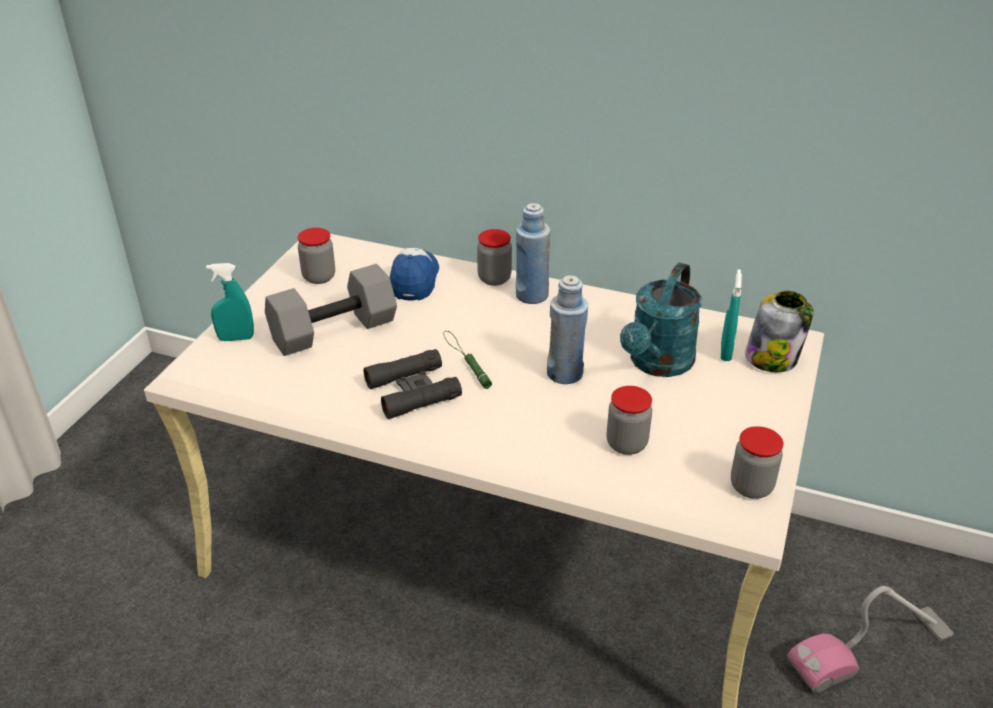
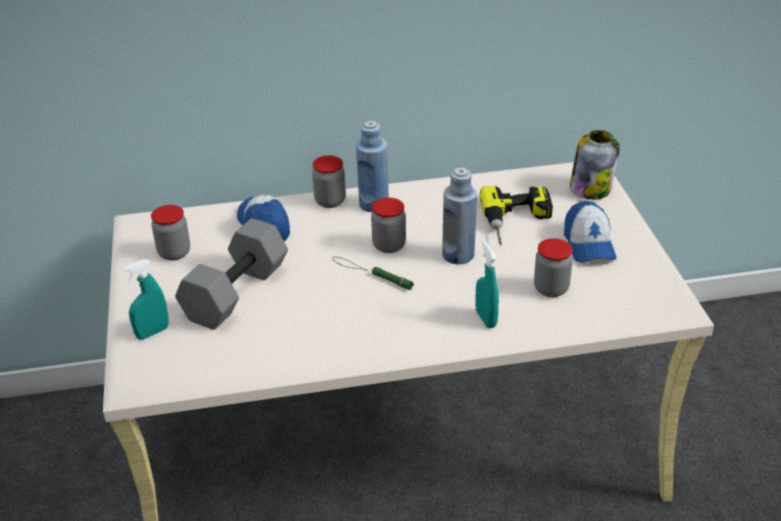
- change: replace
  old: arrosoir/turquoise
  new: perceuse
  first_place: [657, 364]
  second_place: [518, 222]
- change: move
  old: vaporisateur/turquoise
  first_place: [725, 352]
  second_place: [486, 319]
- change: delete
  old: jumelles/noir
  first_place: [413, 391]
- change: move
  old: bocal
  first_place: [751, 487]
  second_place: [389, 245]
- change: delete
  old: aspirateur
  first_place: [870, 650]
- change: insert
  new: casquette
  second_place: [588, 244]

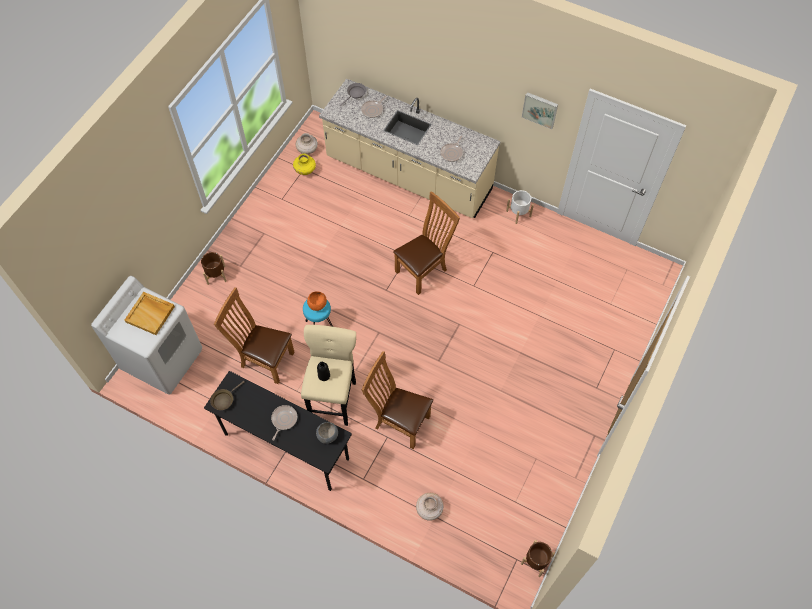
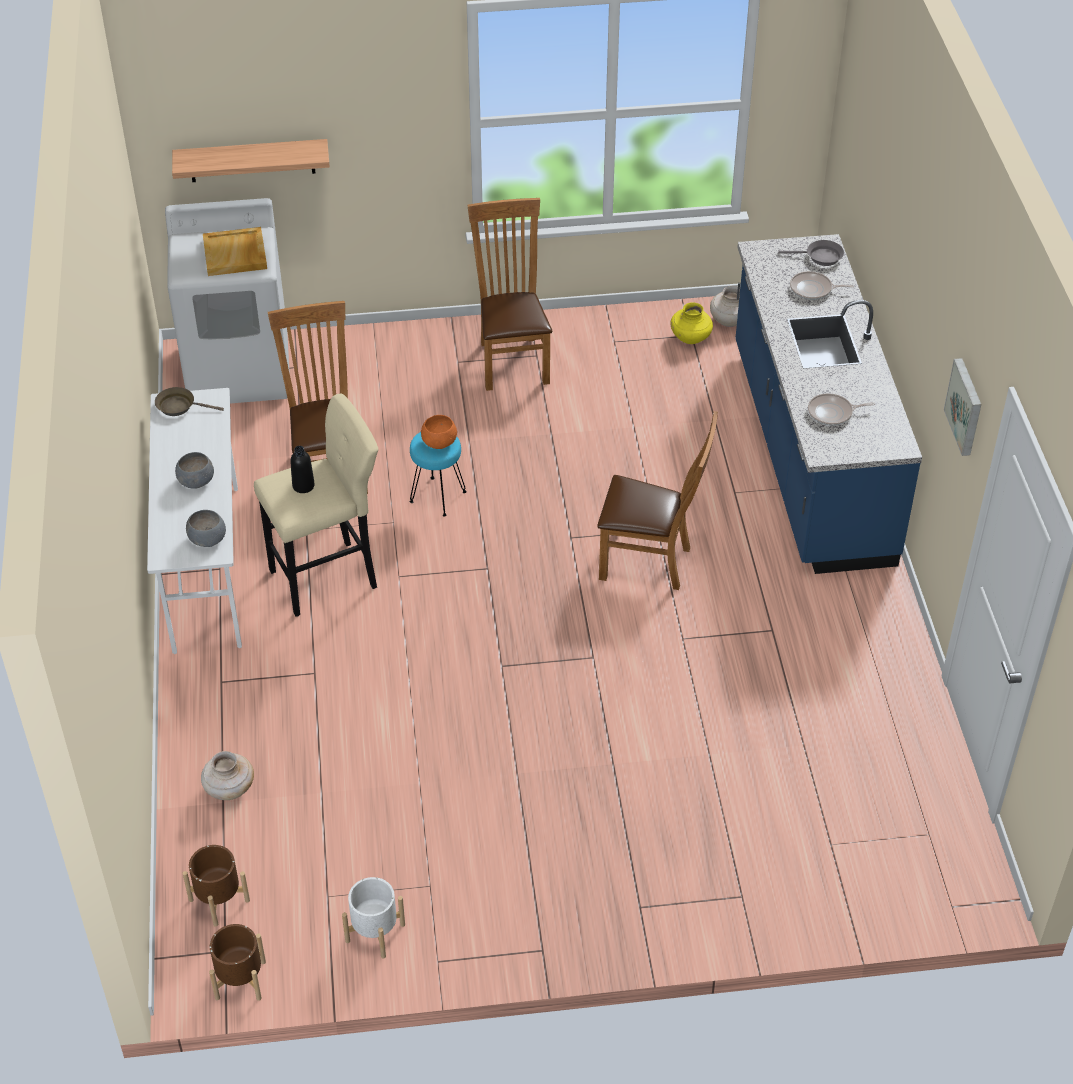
- change: recolor
  old: comptoir de cuisine/beige
  new: comptoir de cuisine/bleu
  first_place: [408, 175]
  second_place: [809, 453]
- change: move
  old: cache-pot/blanc
  first_place: [518, 213]
  second_place: [375, 932]
- change: move
  old: cache-pot/marron
  first_place: [216, 275]
  second_place: [219, 900]
- change: move
  old: chaise/marron
  first_place: [399, 421]
  second_place: [512, 360]
- change: recolor
  old: bureau/noir
  new: bureau/blanc
  first_place: [286, 447]
  second_place: [205, 567]
- change: replace
  old: poêle
  new: bol/gris
  first_place: [283, 420]
  second_place: [195, 481]
- change: insert
  new: étagère
  second_place: [252, 160]

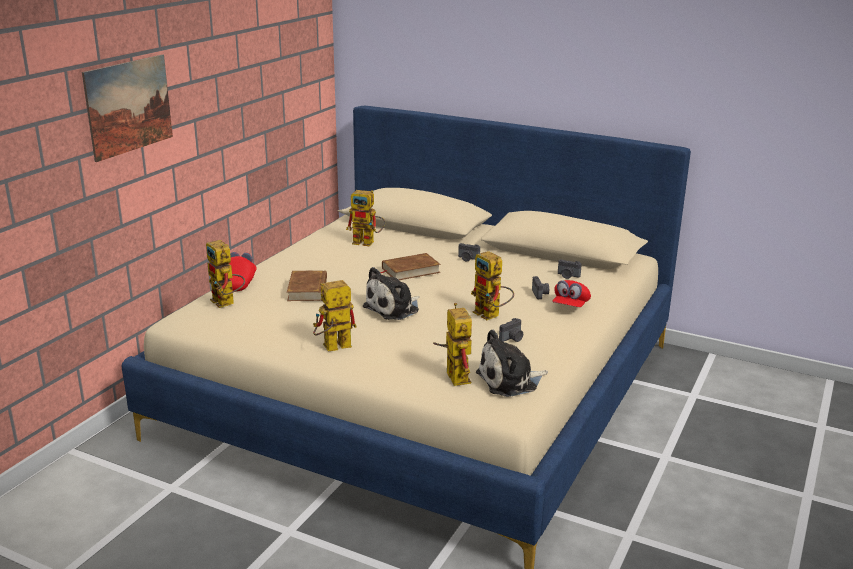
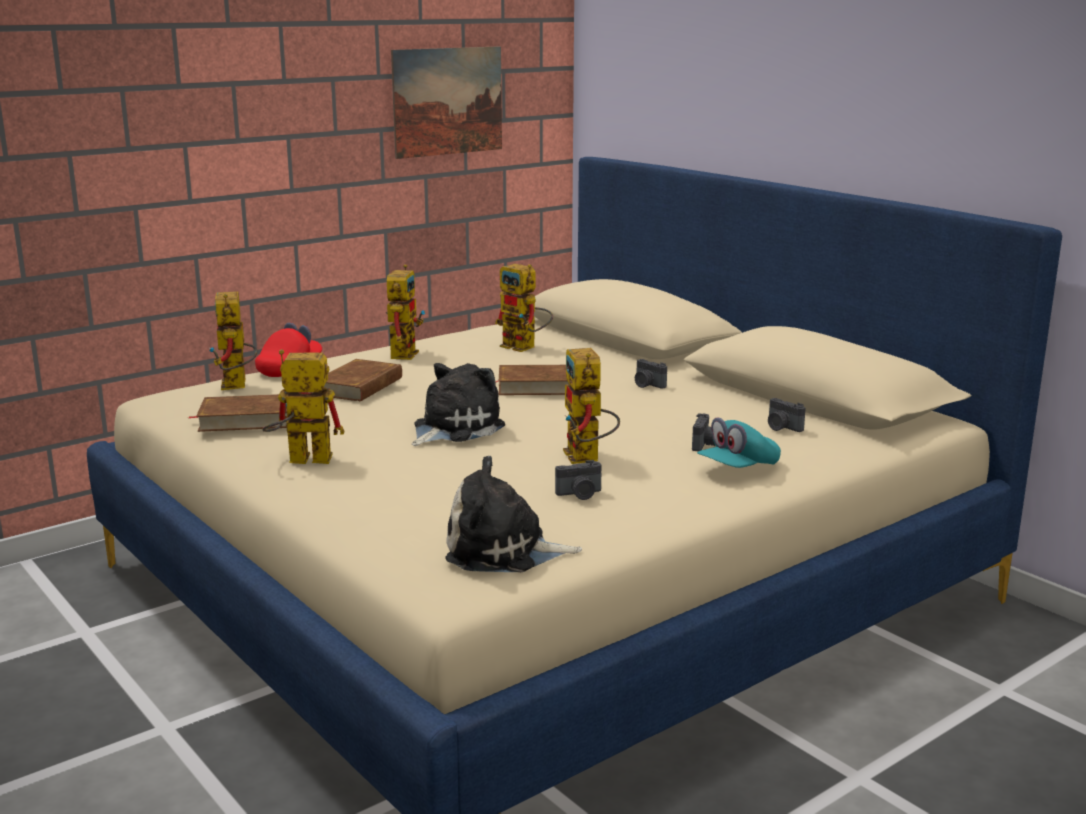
- change: move
  old: tableau
  first_place: [129, 106]
  second_place: [448, 101]
- change: rotate
  old: peluche
  first_place: [394, 308]
  second_place: [454, 428]
  degrees: 150
- change: recolor
  old: casquette/rouge
  new: casquette/turquoise
  first_place: [570, 306]
  second_place: [738, 468]
- change: move
  old: robot jouet
  first_place: [453, 375]
  second_place: [403, 352]
- change: insert
  new: livre/marron
  second_place: [245, 419]

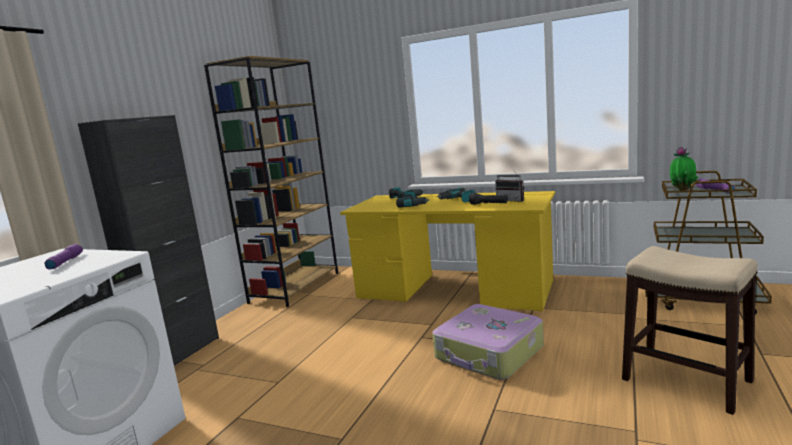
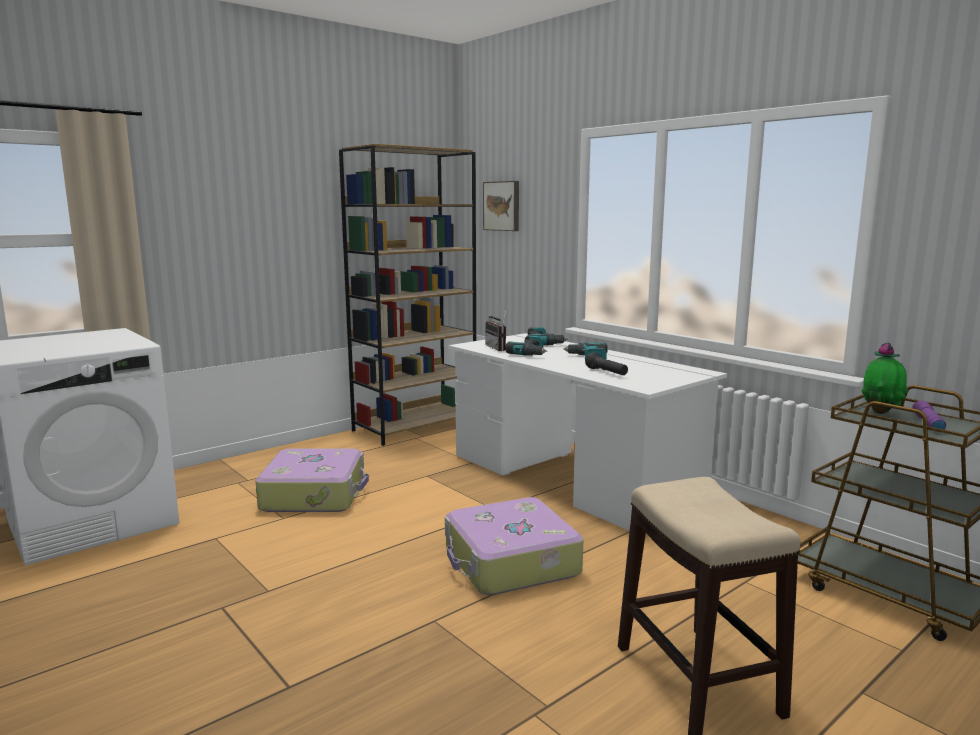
- change: delete
  old: meuble de rangement/noir
  first_place: [180, 353]
- change: move
  old: radio
  first_place: [512, 200]
  second_place: [499, 348]
- change: recolor
  old: bureau/jaune
  new: bureau/blanc
  first_place: [454, 291]
  second_place: [572, 479]
- change: delete
  old: lampe de poche/violet
  first_place: [65, 262]
- change: insert
  new: tableau
  second_place: [502, 206]
- change: insert
  new: valise
  second_place: [315, 494]

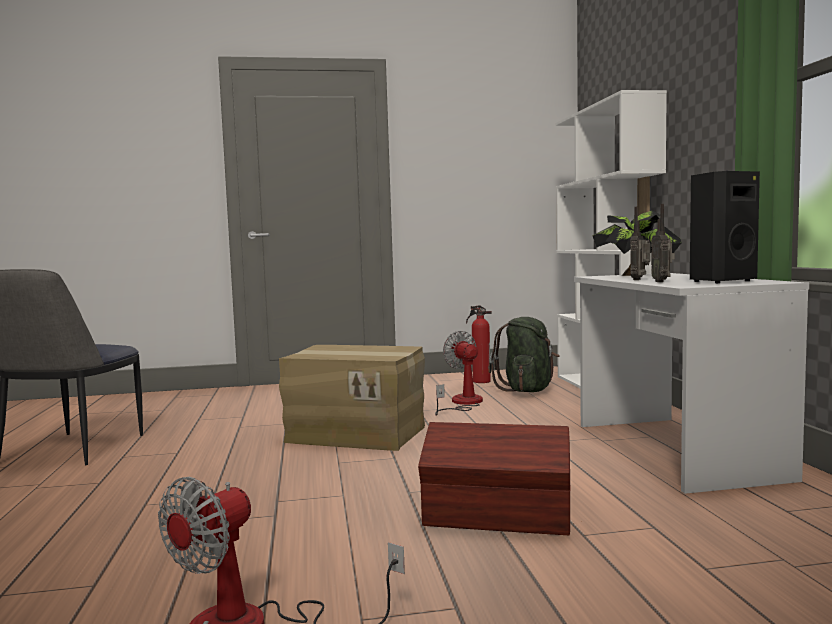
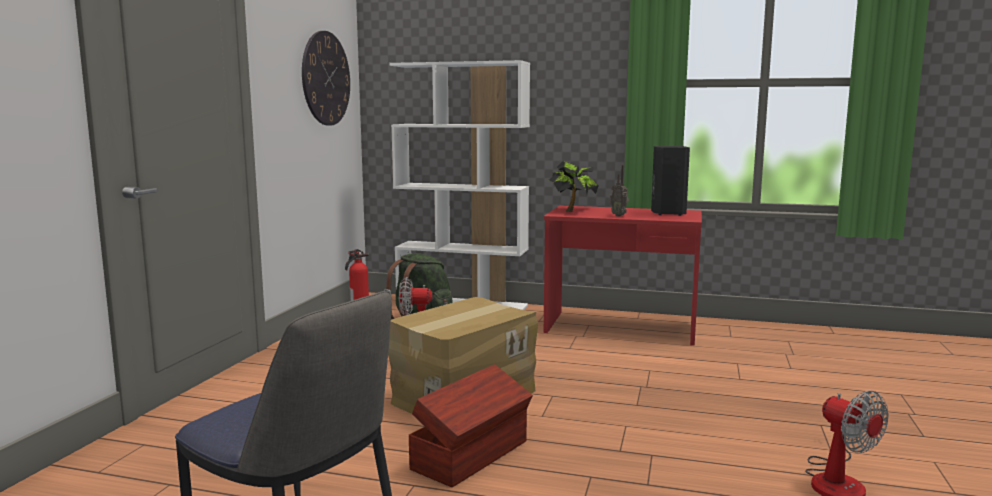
- change: delete
  old: radio
  first_place: [662, 281]
- change: recolor
  old: bureau/blanc
  new: bureau/rouge
  first_place: [672, 450]
  second_place: [620, 328]
- change: move
  old: boîte de rangement/marron
  first_place: [498, 518]
  second_place: [472, 455]
- change: insert
  new: horloge murale
  second_place: [326, 78]

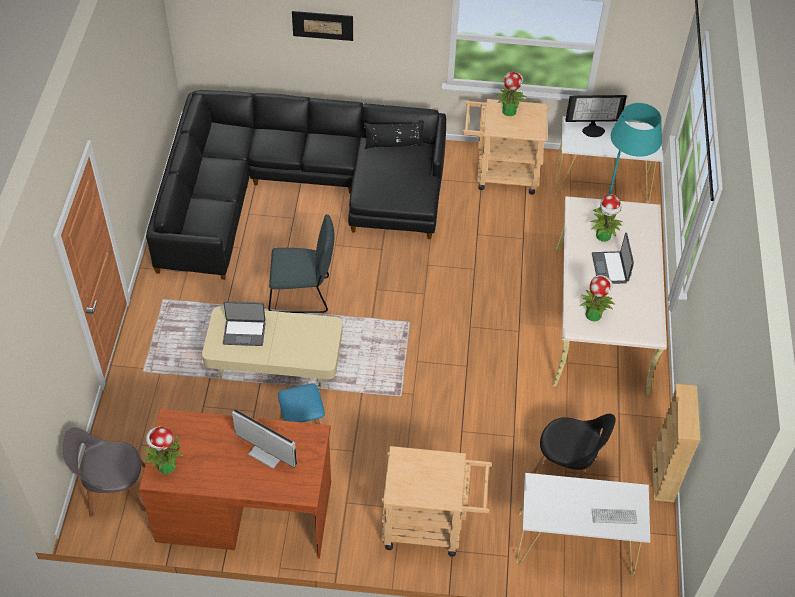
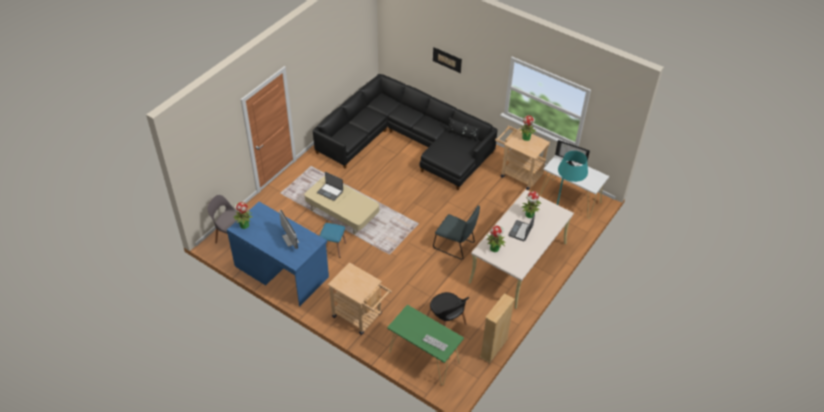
- change: move
  old: chaise/gris
  first_place: [303, 295]
  second_place: [455, 246]
- change: recolor
  old: bureau/marron
  new: bureau/bleu
  first_place: [244, 510]
  second_place: [281, 271]
- change: recolor
  old: table console/blanc
  new: table console/vert
  first_place: [574, 544]
  second_place: [423, 357]

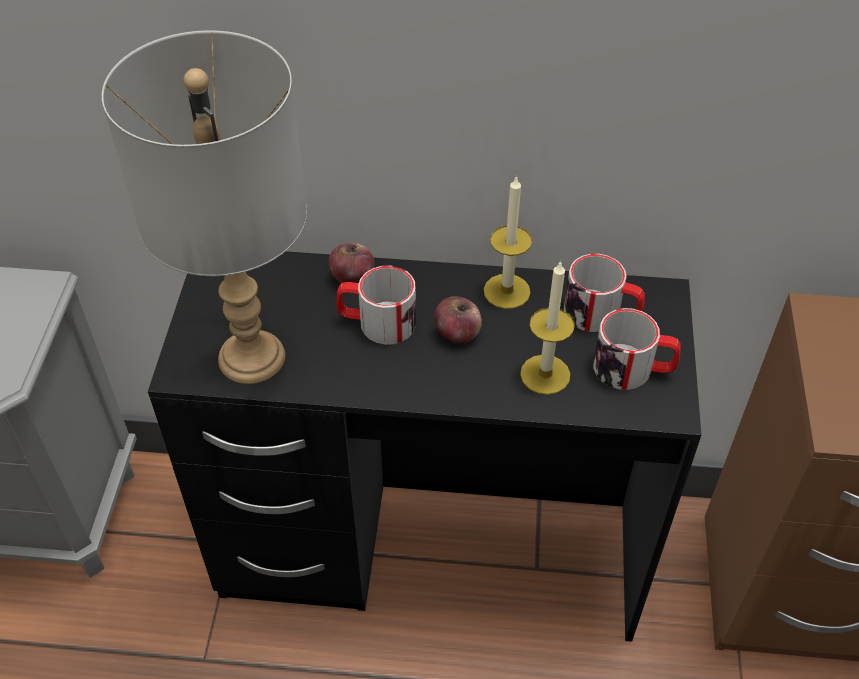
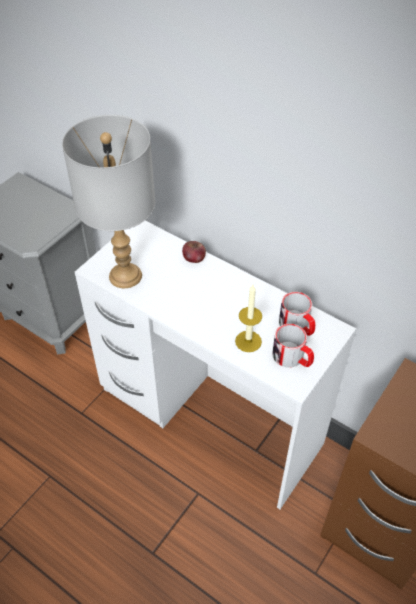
- change: delete
  old: bougie
  first_place: [506, 291]
- change: recolor
  old: bureau/noir
  new: bureau/blanc
  first_place: [431, 550]
  second_place: [210, 416]
- change: delete
  old: mug
  first_place: [377, 322]
- change: delete
  old: pomme
  first_place: [457, 333]

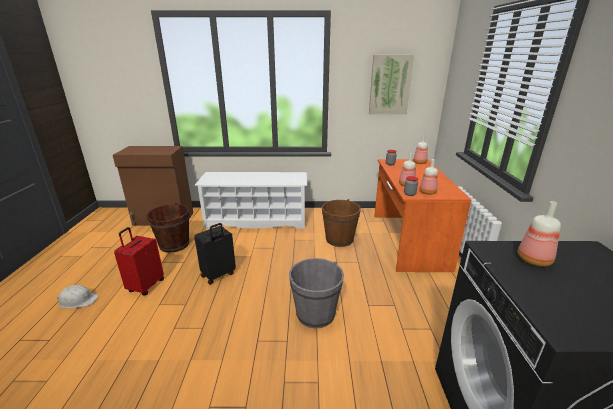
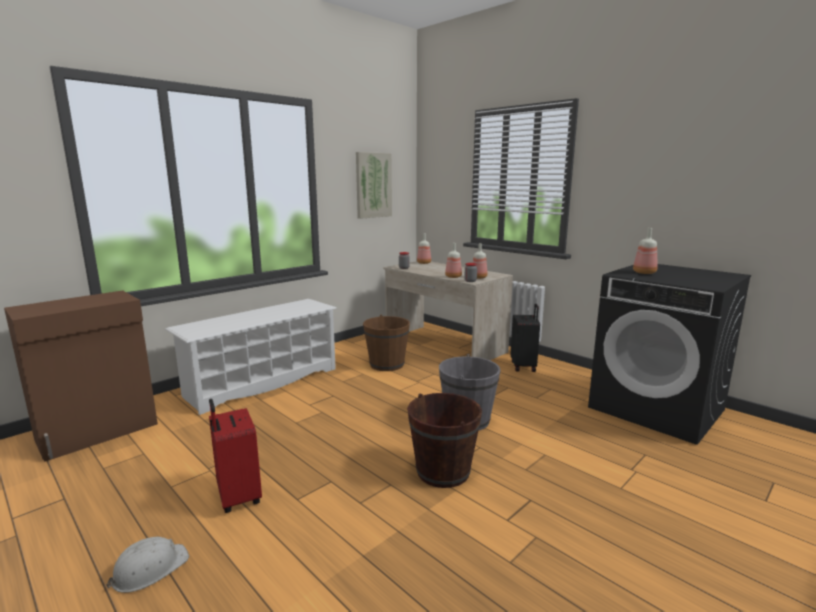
- change: recolor
  old: bureau/orange
  new: bureau/beige
  first_place: [407, 240]
  second_place: [443, 345]
- change: move
  old: seau/marron
  first_place: [174, 244]
  second_place: [443, 471]
- change: move
  old: valise/noir
  first_place: [218, 275]
  second_place: [524, 366]

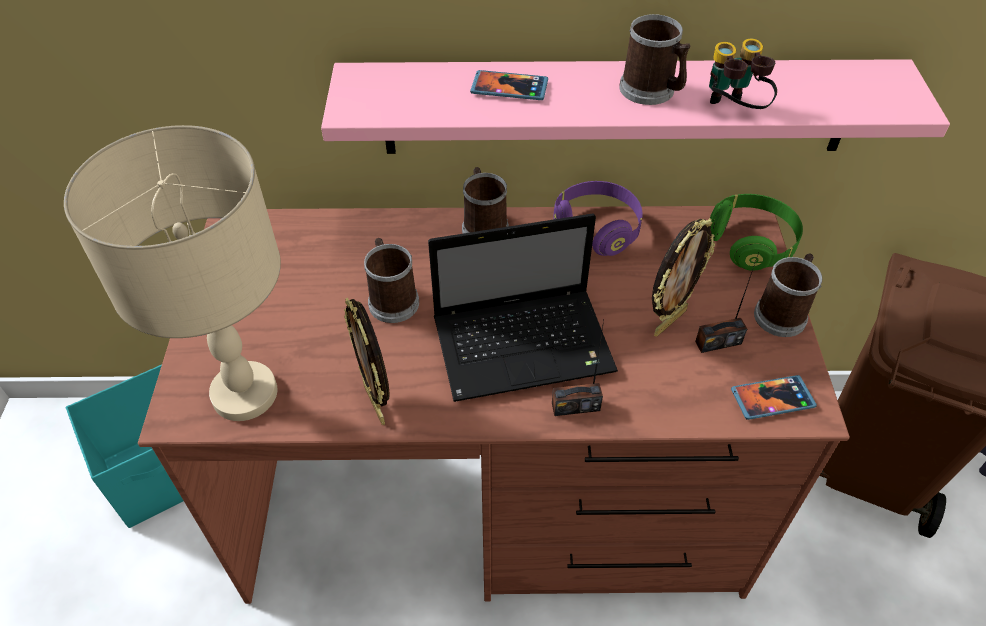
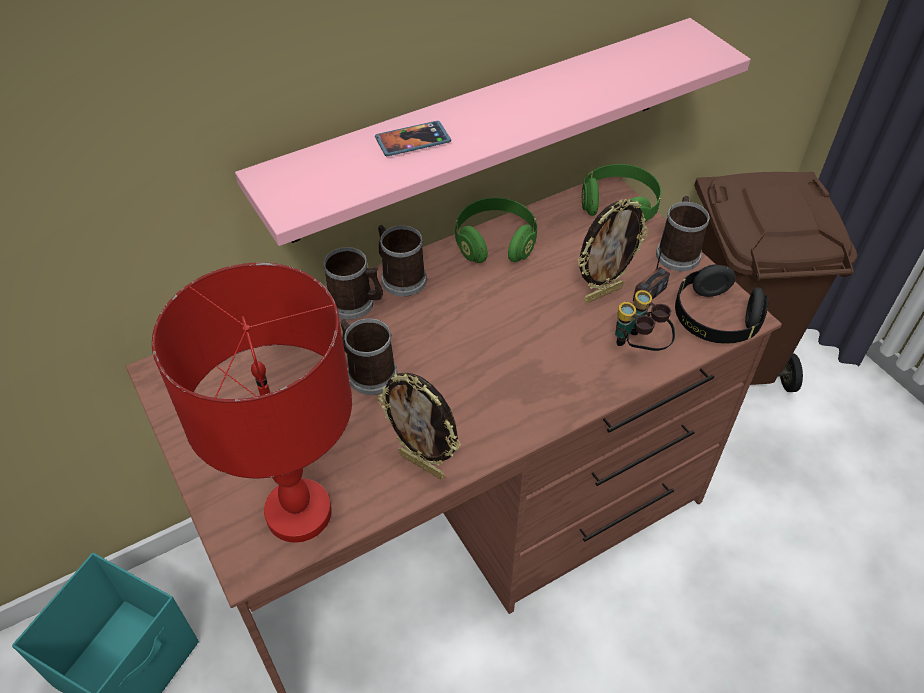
- change: move
  old: mug
  first_place: [652, 91]
  second_place: [356, 303]
- change: move
  old: jumelles
  first_place: [732, 111]
  second_place: [638, 347]
- change: recolor
  old: lampe de table/beige
  new: lampe de table/rouge
  first_place: [244, 393]
  second_place: [298, 512]
- change: recolor
  old: casque audio/violet
  new: casque audio/vert
  first_place: [596, 229]
  second_place: [495, 243]
- change: delete
  old: ordinateur portable
  first_place: [526, 344]
- change: rotate
  old: cadre photo
  first_place: [669, 321]
  second_place: [602, 293]
  degrees: 45
- change: delete
  old: radio
  first_place: [575, 406]
- change: replace
  old: téléphone
  new: casque audio/noir
  first_place: [772, 399]
  second_place: [714, 319]

